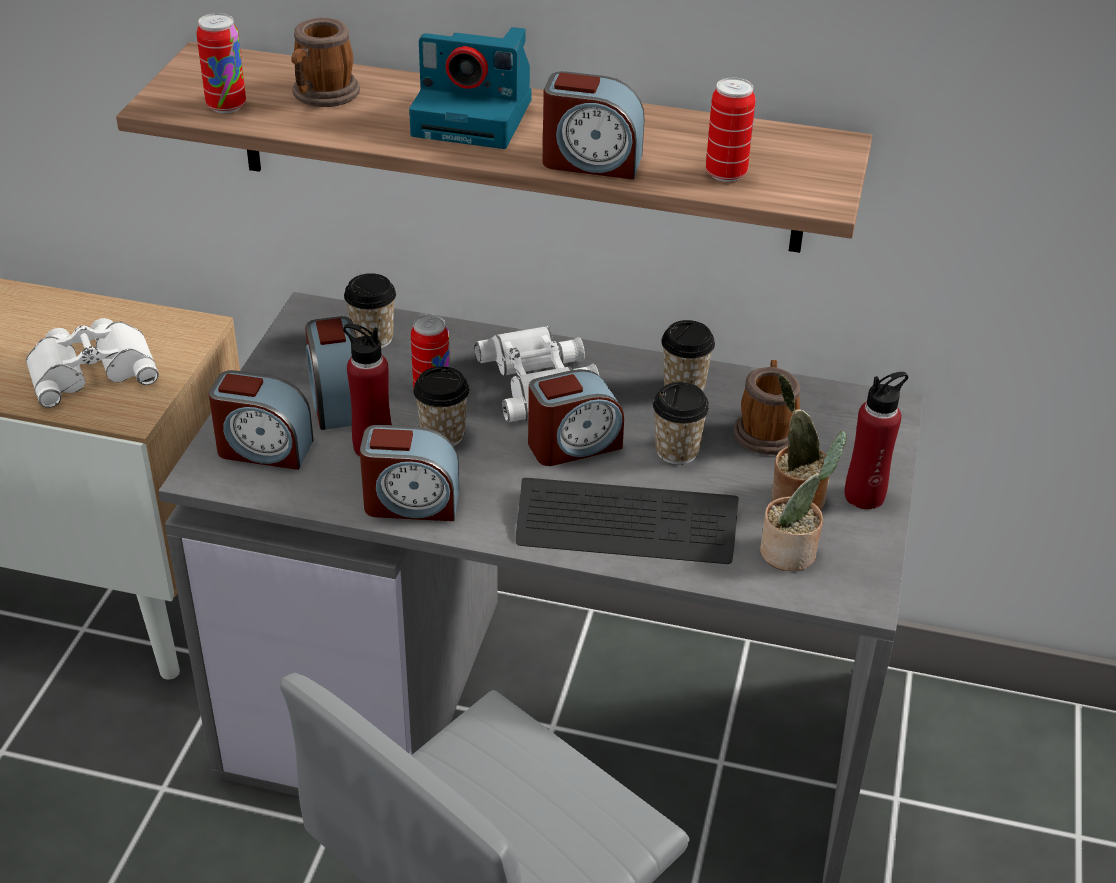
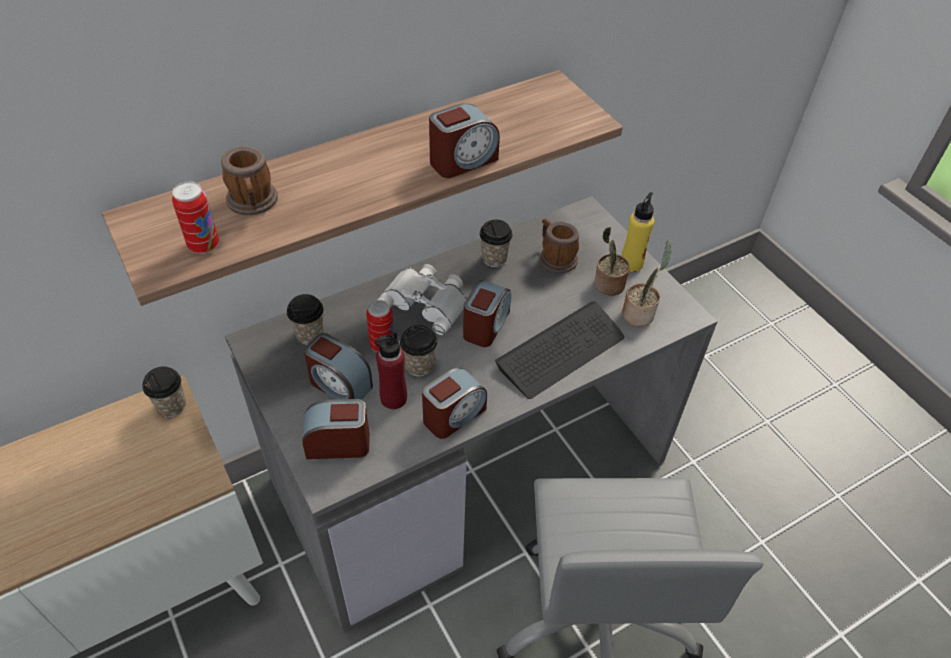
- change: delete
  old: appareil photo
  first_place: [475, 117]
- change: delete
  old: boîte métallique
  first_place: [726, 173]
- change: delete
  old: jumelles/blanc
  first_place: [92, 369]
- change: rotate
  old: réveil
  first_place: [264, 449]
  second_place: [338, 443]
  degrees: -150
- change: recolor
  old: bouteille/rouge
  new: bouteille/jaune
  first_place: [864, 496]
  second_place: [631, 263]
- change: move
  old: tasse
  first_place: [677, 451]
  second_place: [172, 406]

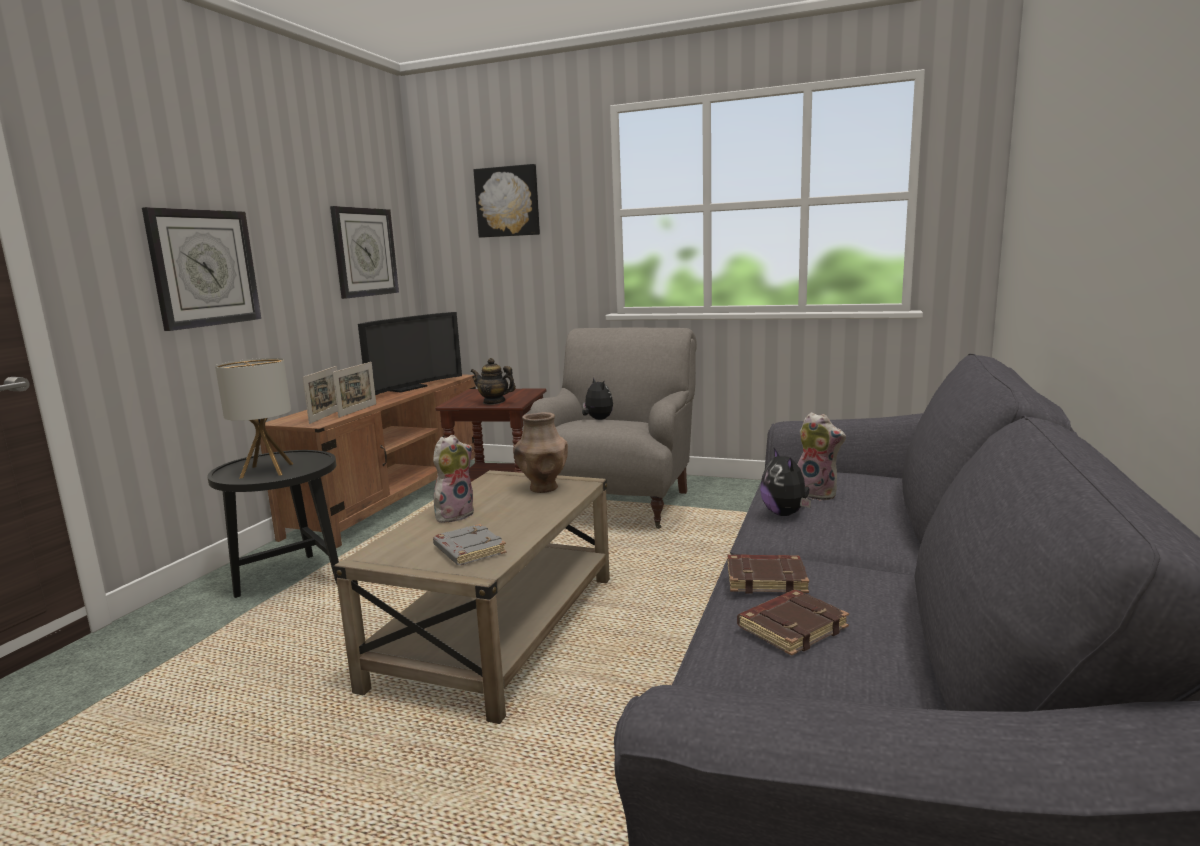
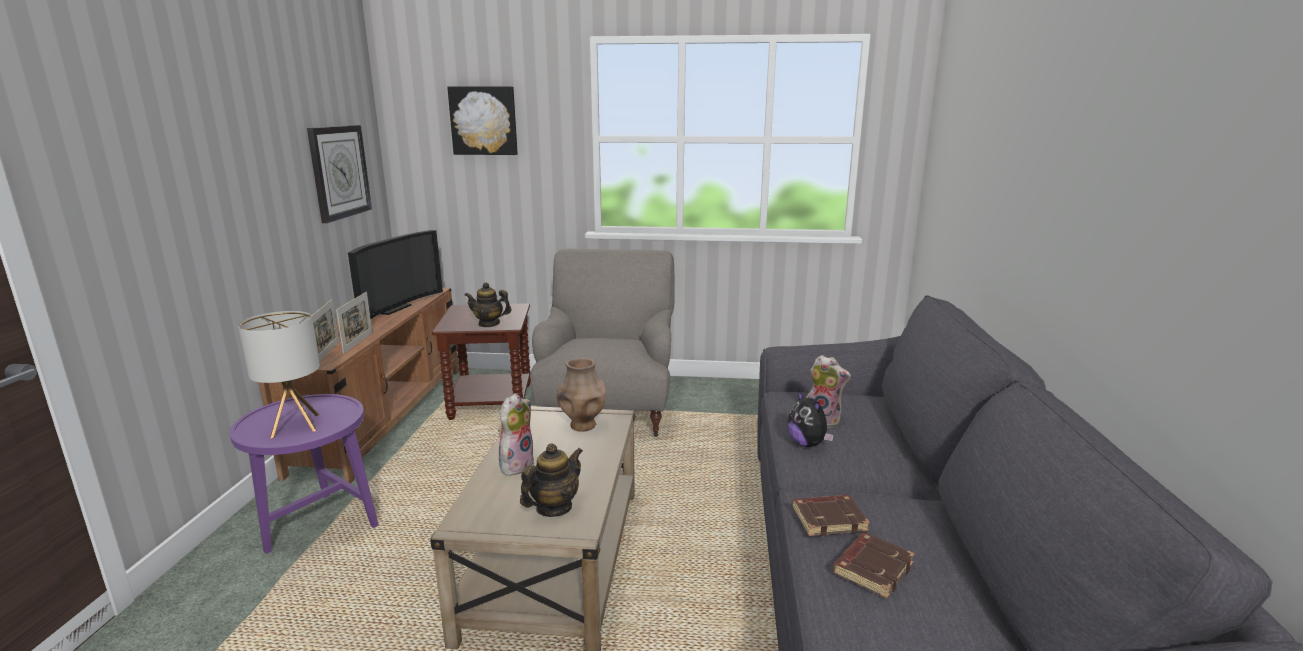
- change: delete
  old: horloge murale
  first_place: [204, 268]
- change: delete
  old: peluche
  first_place: [597, 419]
- change: recolor
  old: table d'appoint/noir
  new: table d'appoint/violet
  first_place: [291, 580]
  second_place: [319, 526]
- change: replace
  old: livre/gris
  new: théière
  first_place: [468, 550]
  second_place: [553, 508]

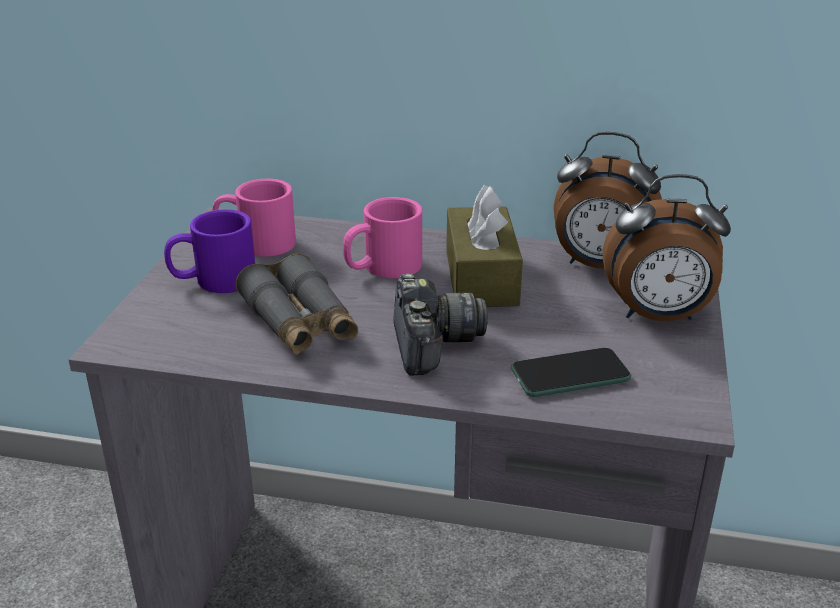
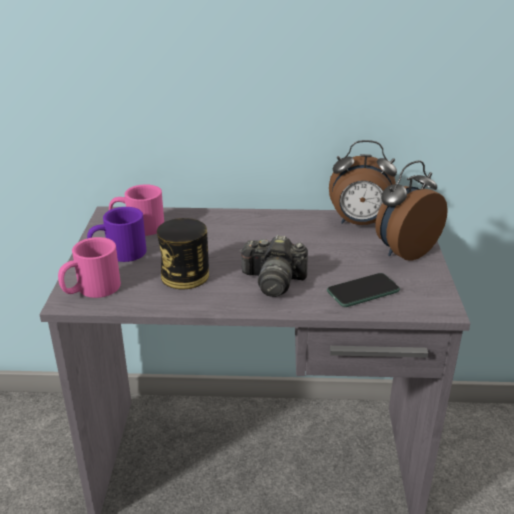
- change: rotate
  old: réveil
  first_place: [657, 316]
  second_place: [403, 251]
  degrees: 150
- change: delete
  old: boîte à mouchoirs/marron
  first_place: [481, 277]
- change: move
  old: mug/rose
  first_place: [382, 268]
  second_place: [91, 290]
- change: replace
  old: jumelles/gris
  new: boîte métallique
  first_place: [299, 322]
  second_place: [185, 275]
- change: rotate
  old: appareil photo
  first_place: [432, 344]
  second_place: [273, 281]
  degrees: 120

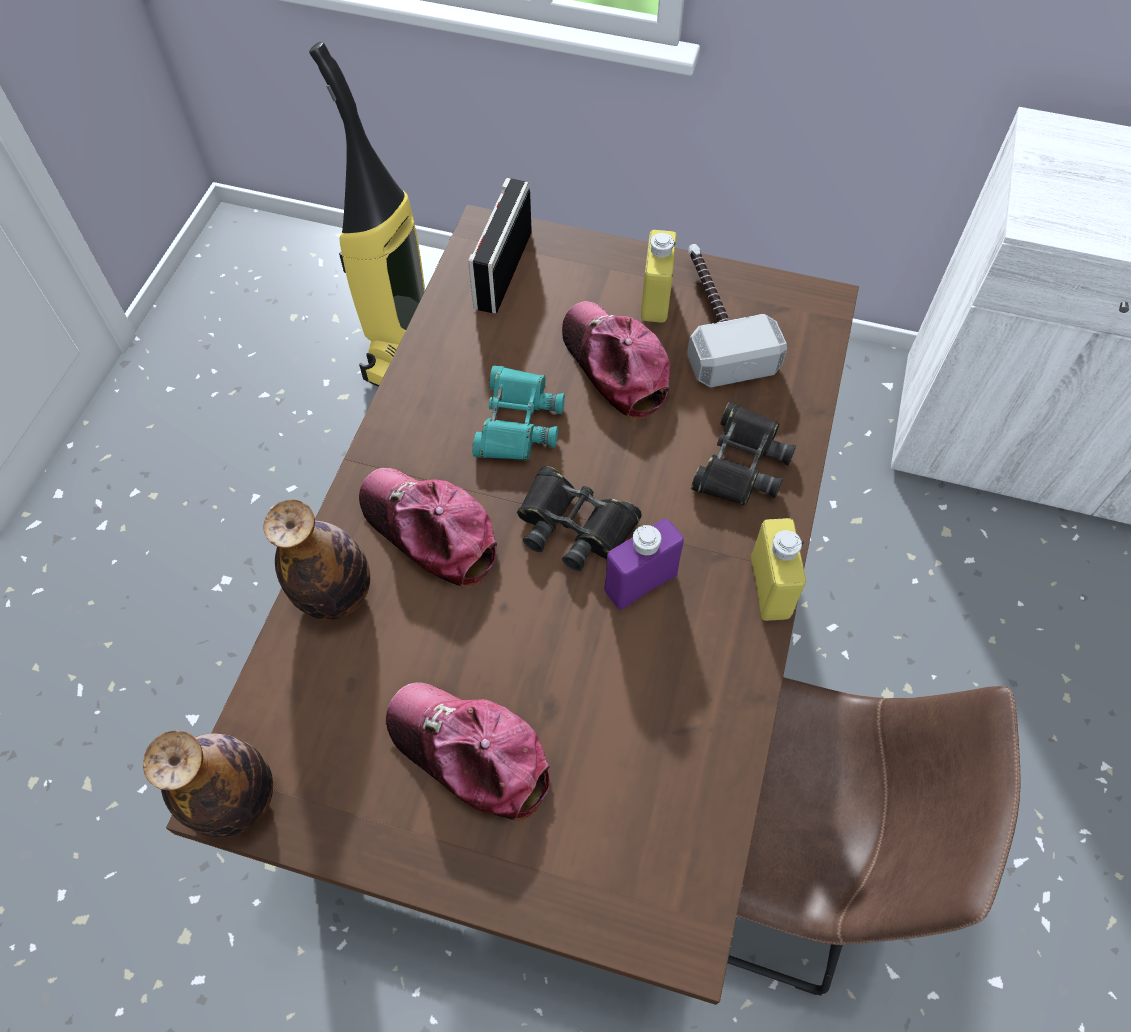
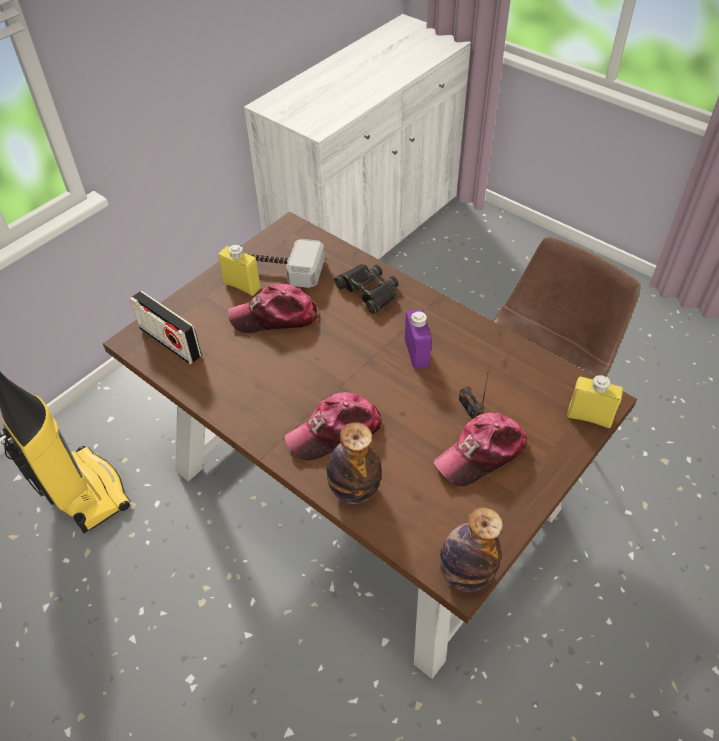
- change: delete
  old: jumelles/turquoise
  first_place: [517, 421]
- change: delete
  old: jumelles/noir
  first_place: [574, 525]
- change: move
  old: bouteille/jaune
  first_place: [770, 587]
  second_place: [589, 417]
- change: insert
  new: radio
  second_place: [471, 408]

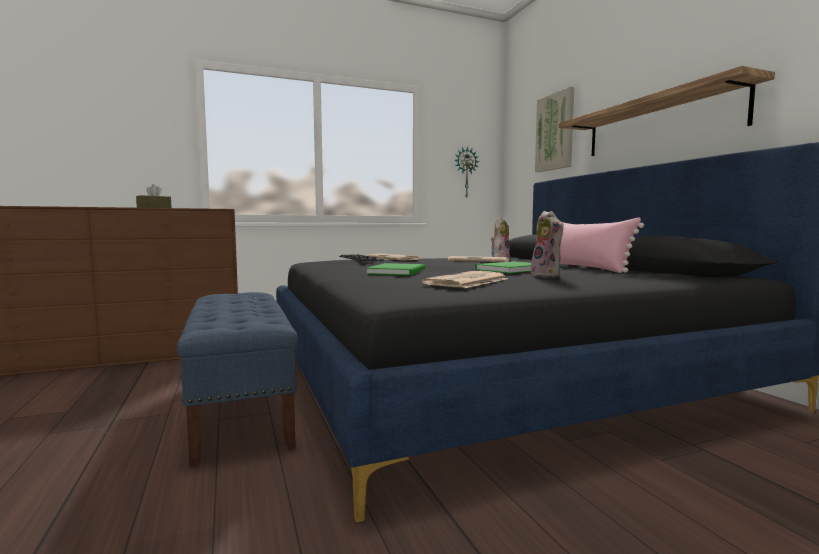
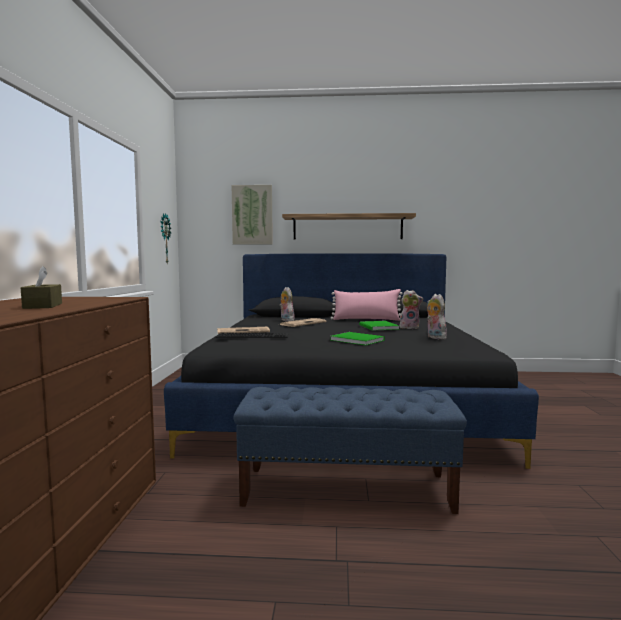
- change: replace
  old: journal
  new: peluche
  first_place: [467, 281]
  second_place: [434, 337]

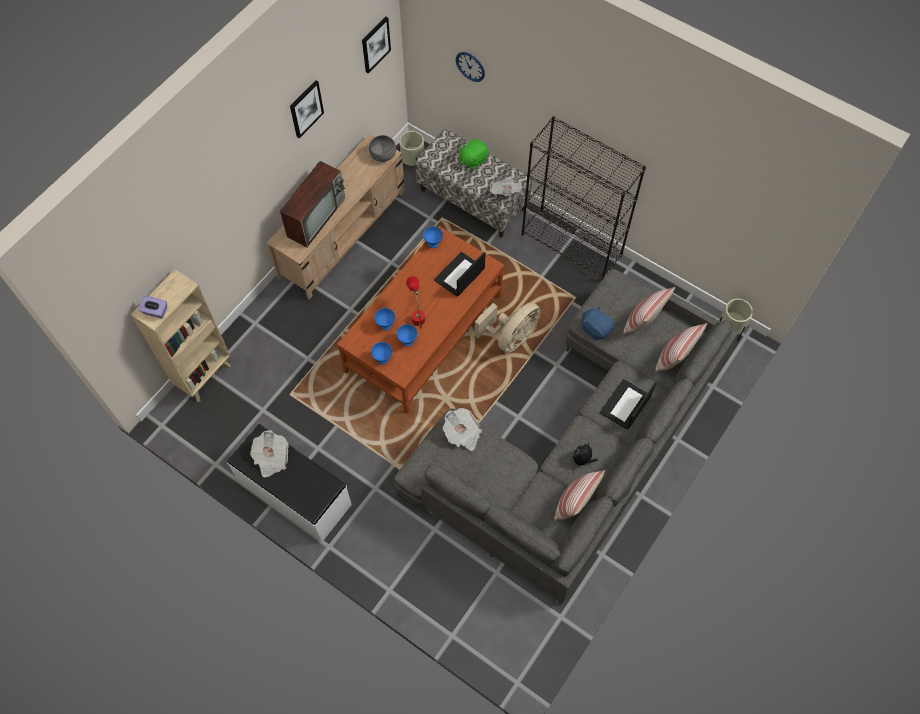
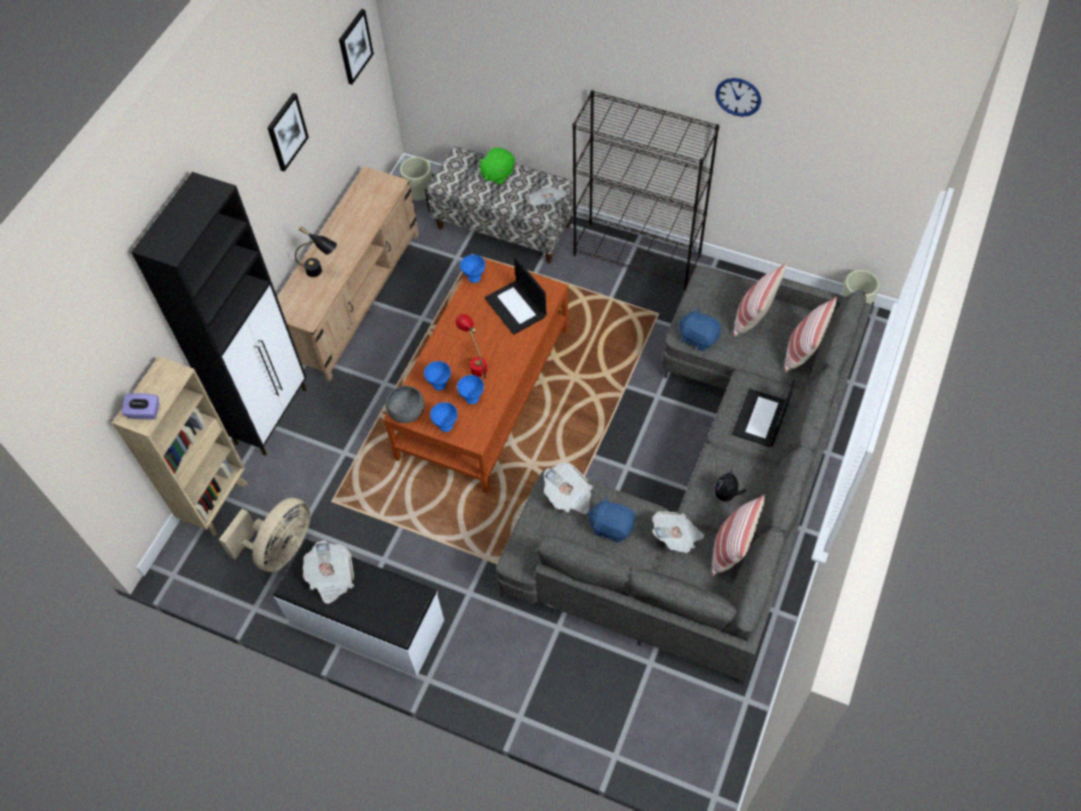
- change: move
  old: horloge murale
  first_place: [470, 66]
  second_place: [738, 96]
- change: move
  old: bol/gris
  first_place: [383, 155]
  second_place: [407, 412]
- change: replace
  old: téléviseur
  new: lampe de table/noir
  first_place: [316, 216]
  second_place: [321, 272]
- change: rotate
  old: ordinateur portable
  first_place: [459, 275]
  second_place: [516, 307]
  degrees: -60
- change: move
  old: ventilateur/beige
  first_place: [511, 338]
  second_place: [280, 549]
- change: insert
  new: meuble de rangement/noir
  second_place: [272, 415]
- change: insert
  new: peluche/bleu
  second_place: [611, 526]
- change: insert
  new: journal
  second_place: [677, 537]

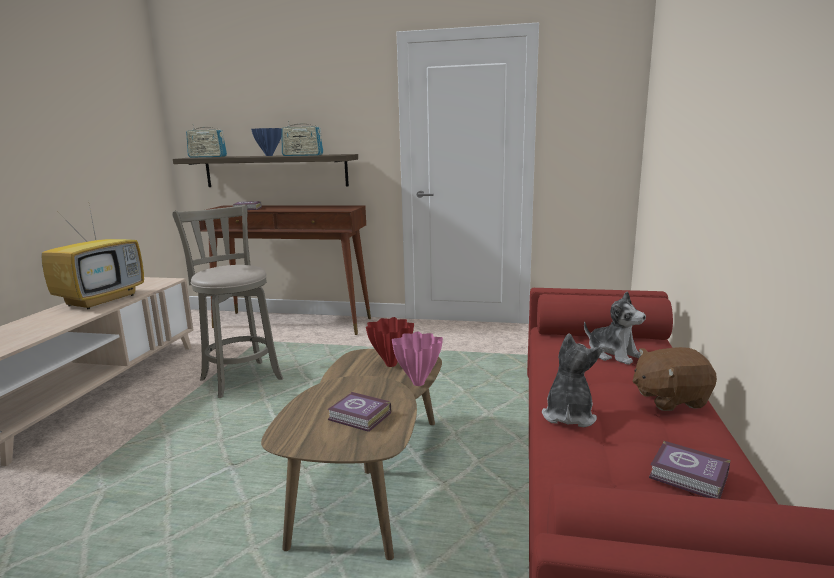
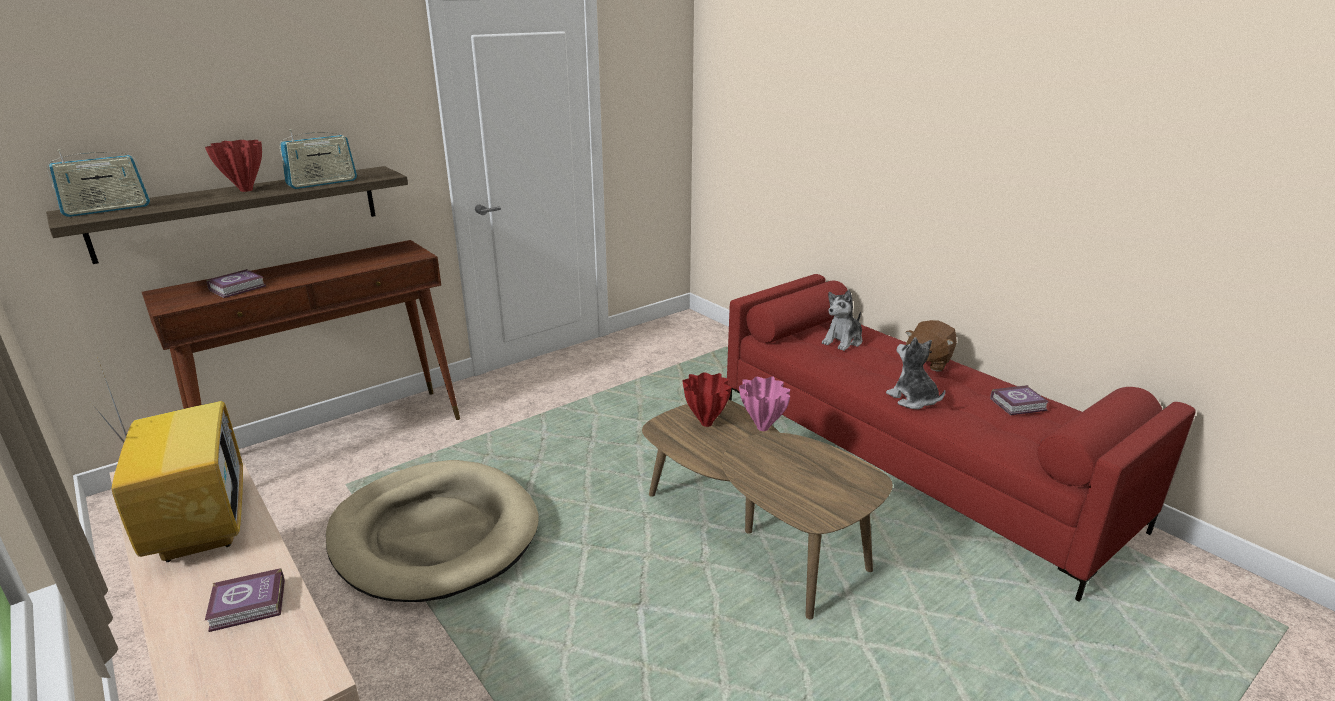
- change: recolor
  old: vase/bleu
  new: vase/rouge
  first_place: [269, 155]
  second_place: [246, 190]
- change: replace
  old: tabouret/gris
  new: panier pour chien/beige
  first_place: [240, 378]
  second_place: [434, 535]
- change: rotate
  old: peluche
  first_place: [613, 354]
  second_place: [843, 341]
  degrees: 135
- change: move
  old: livre
  first_place: [360, 417]
  second_place: [250, 605]

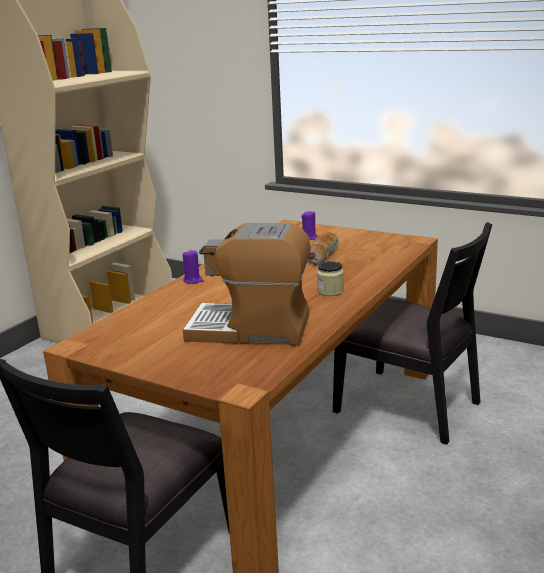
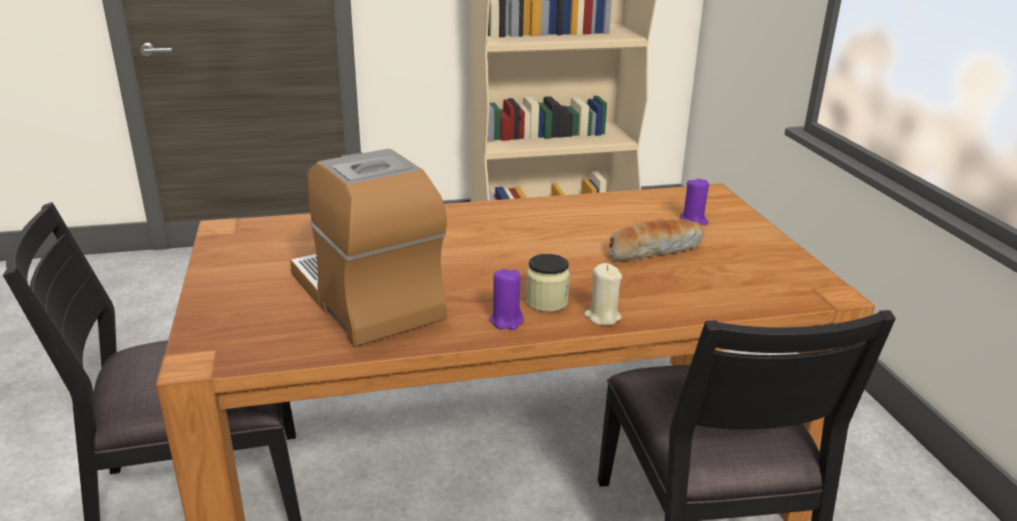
- change: move
  old: bougie/violet
  first_place: [193, 280]
  second_place: [506, 321]
- change: insert
  new: bougie/beige
  second_place: [602, 317]

